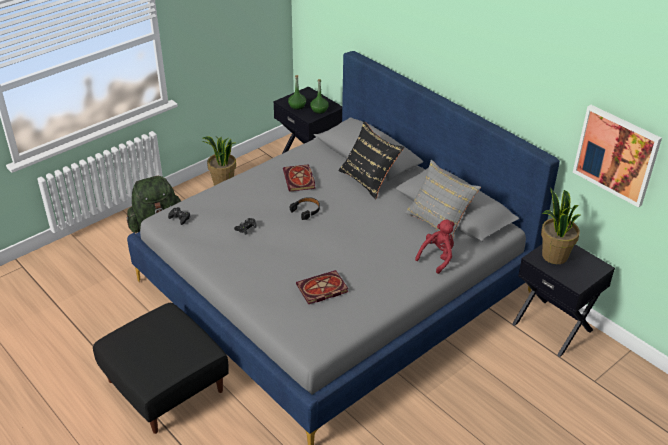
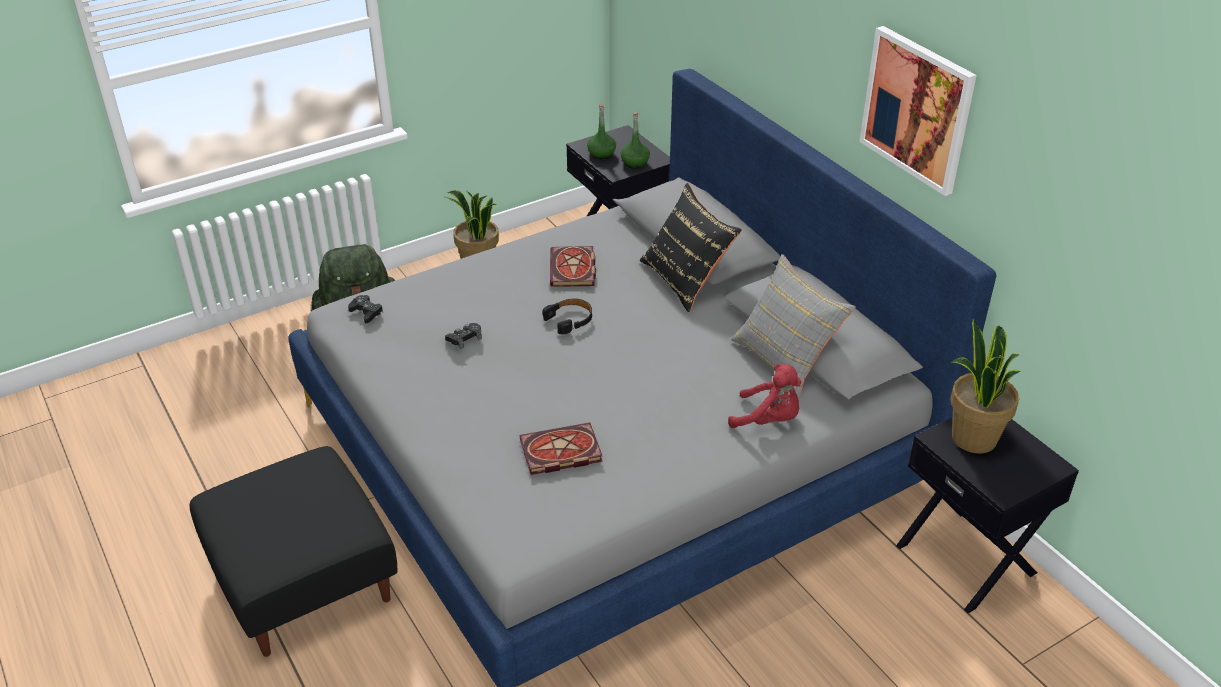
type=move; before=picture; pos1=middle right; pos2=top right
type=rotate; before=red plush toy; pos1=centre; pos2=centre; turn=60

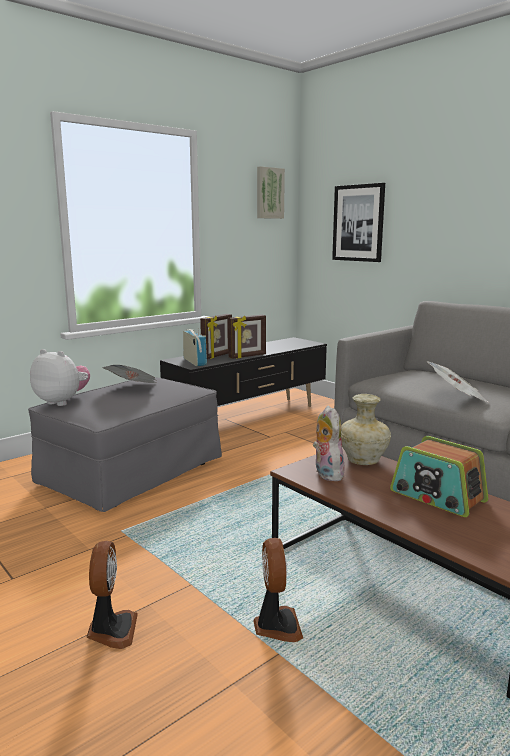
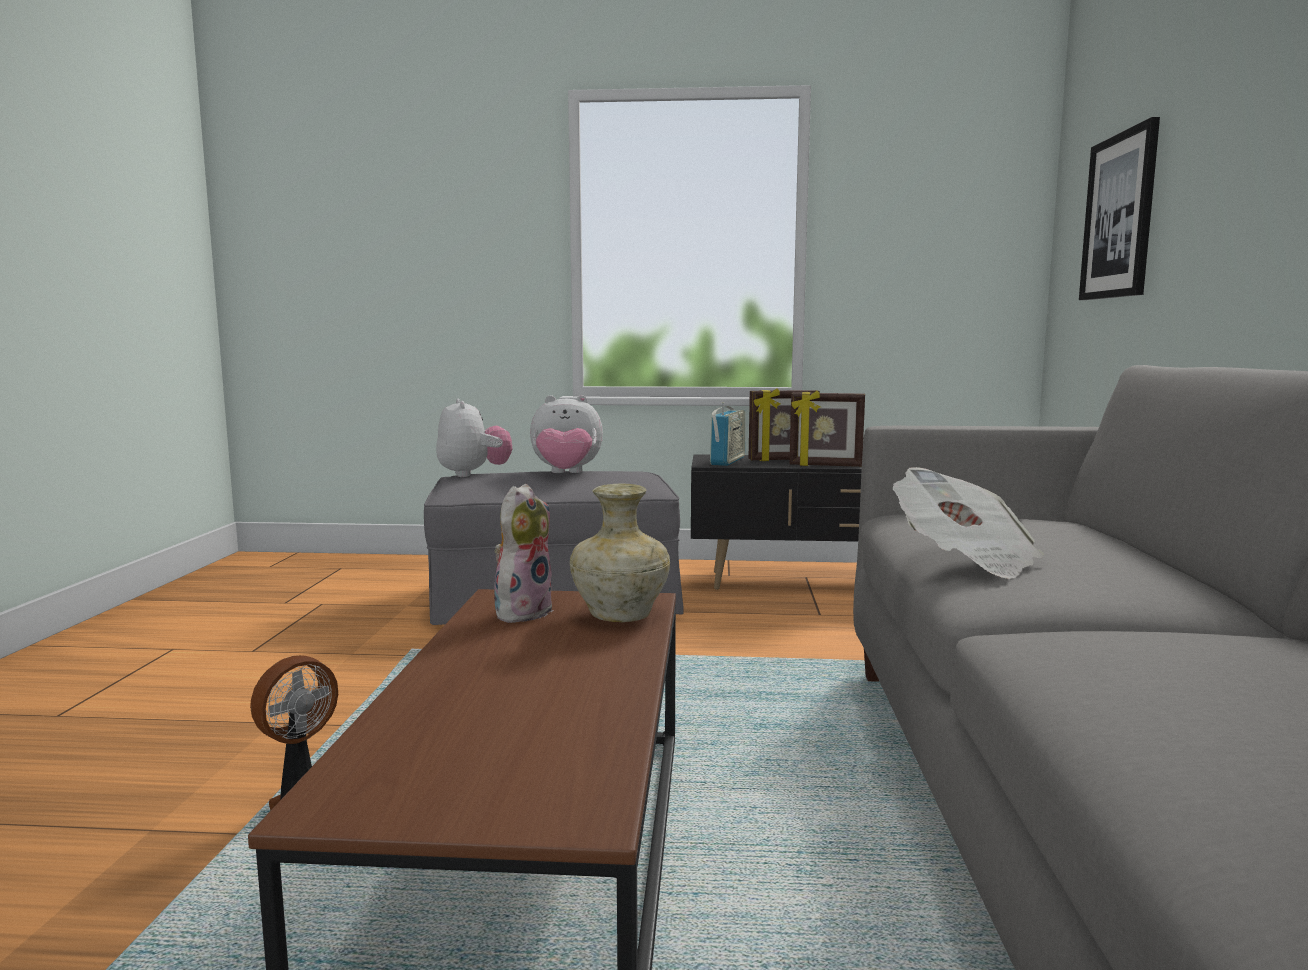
type=delete; before=fan (1st from left); pos1=bottom left
type=delete; before=picture (1st from left); pos1=top centre
type=delete; before=radio (2nd from left); pos1=middle right
type=replace; before=newspaper (1st from left); after=plush toy (3rd from left); pos1=middle left; pos2=centre

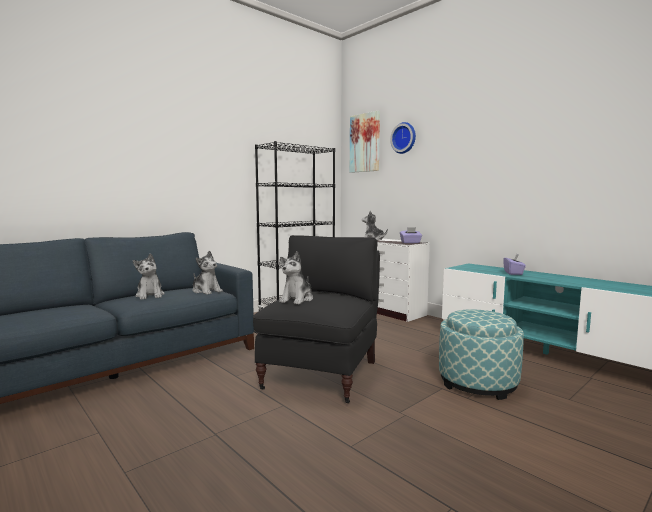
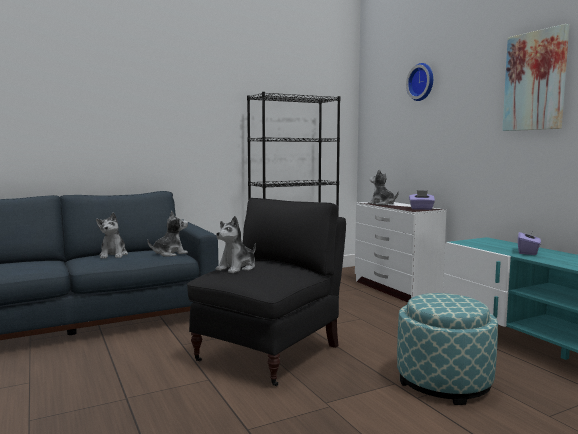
type=move; before=picture; pos1=top centre; pos2=top right
type=rotate; before=plush toy (2nd from left); pos1=middle left; pos2=middle left; turn=-90

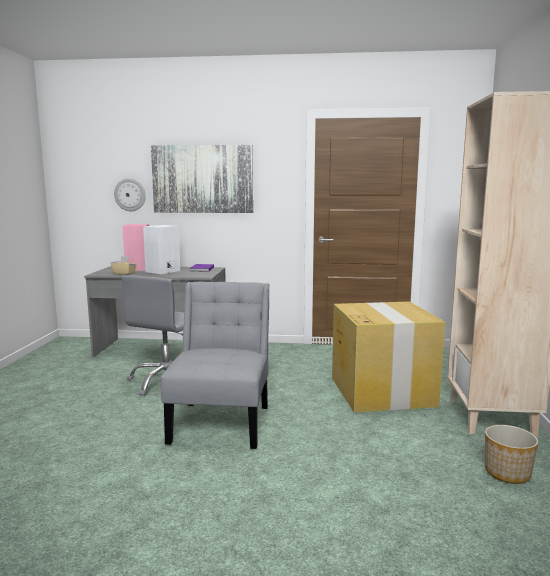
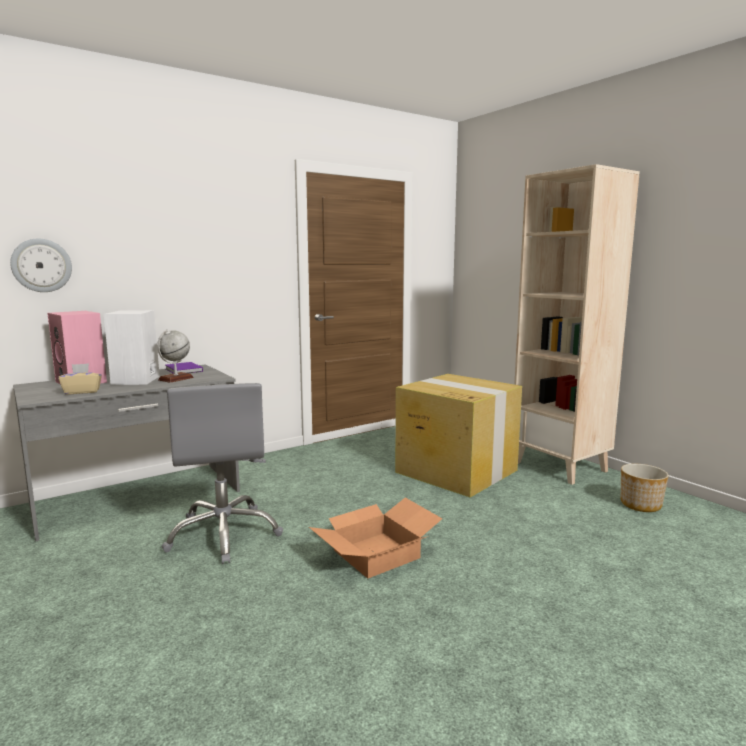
type=delete; before=picture; pos1=top centre
type=insert; after=globe; pos2=middle left
type=replace; before=grey chair; after=cardboard box (1st from left); pos1=centre; pos2=bottom centre

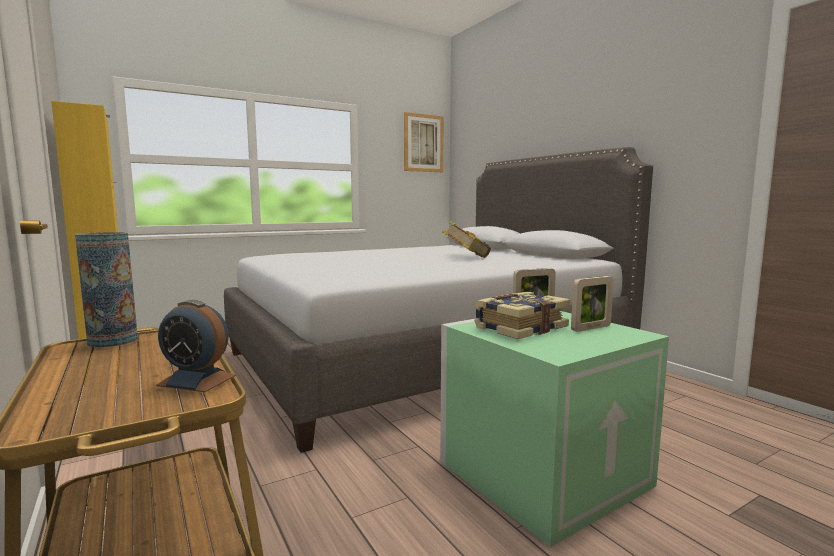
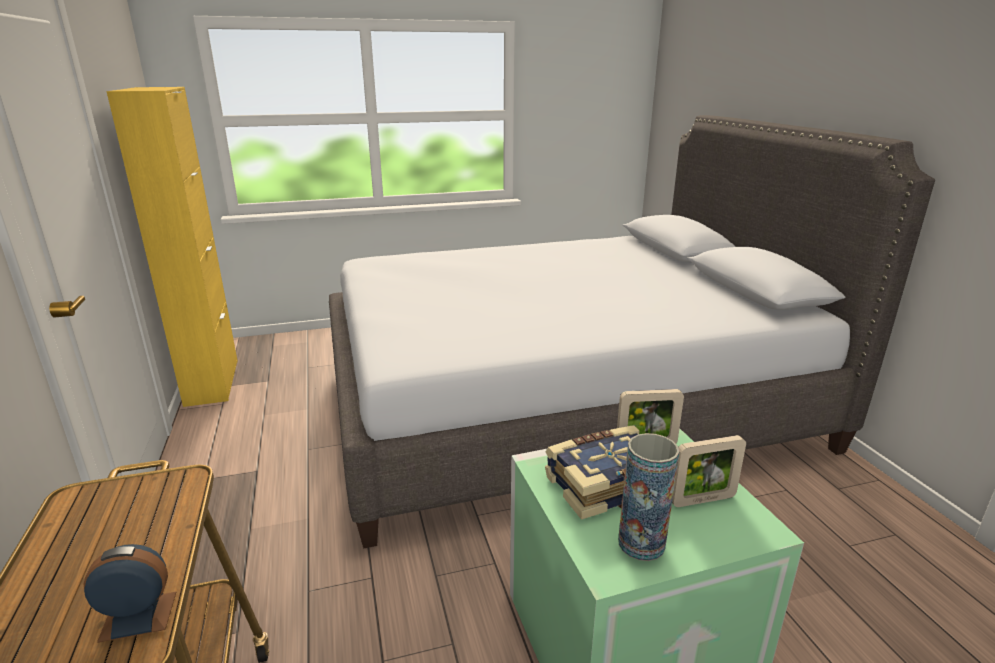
type=delete; before=picture; pos1=top centre
type=delete; before=book (1st from left); pos1=centre
type=move; before=vase; pos1=middle left; pos2=bottom centre
type=rotate; before=alarm clock; pos1=middle left; pos2=bottom left; turn=135

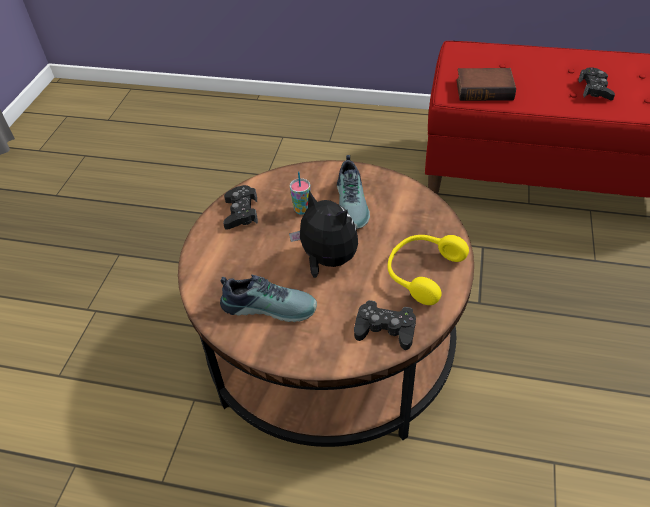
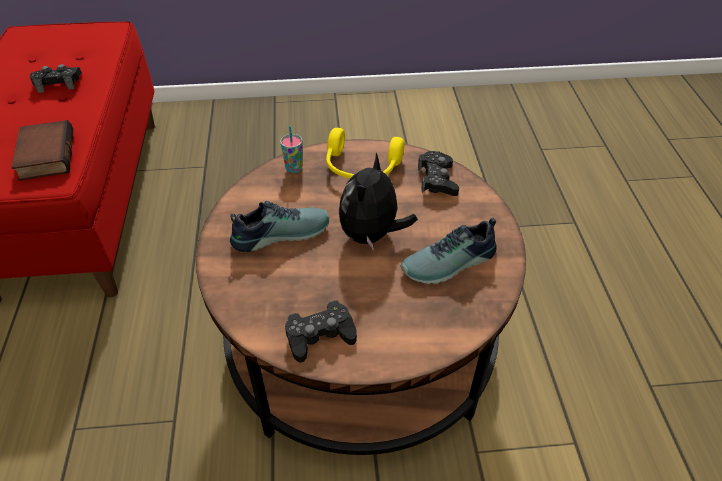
type=move; before=cup; pos1=centre; pos2=top centre
type=rotate; before=shoe (1st from left in the first image); pos1=centre; pos2=centre; turn=-105

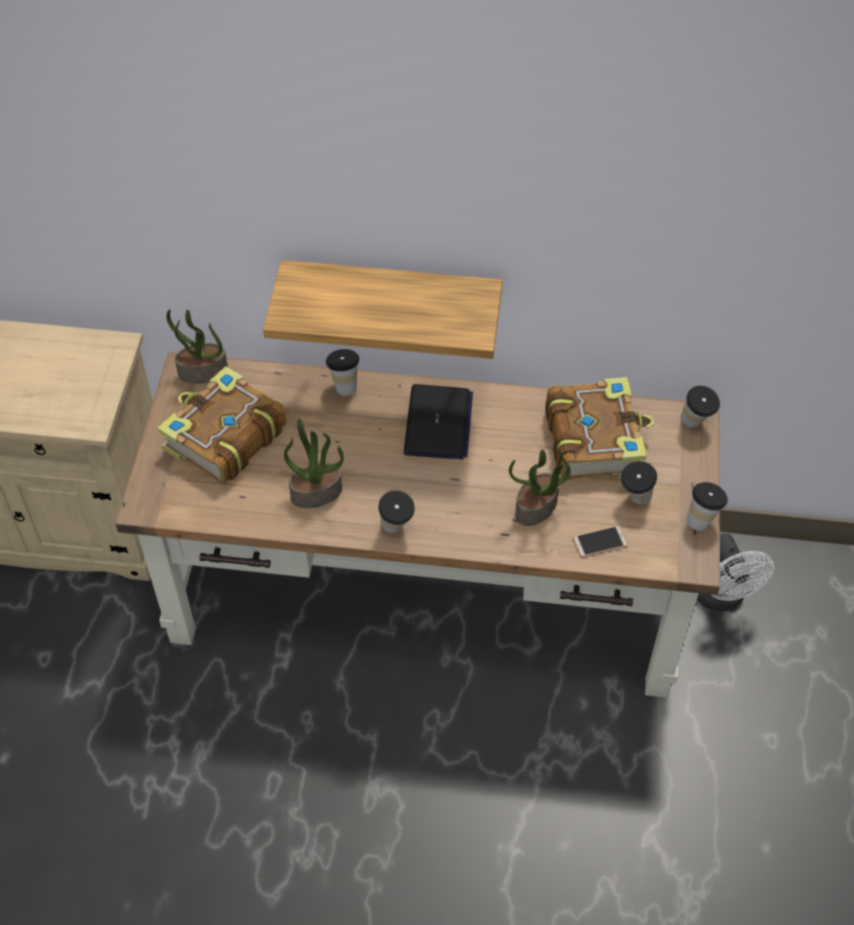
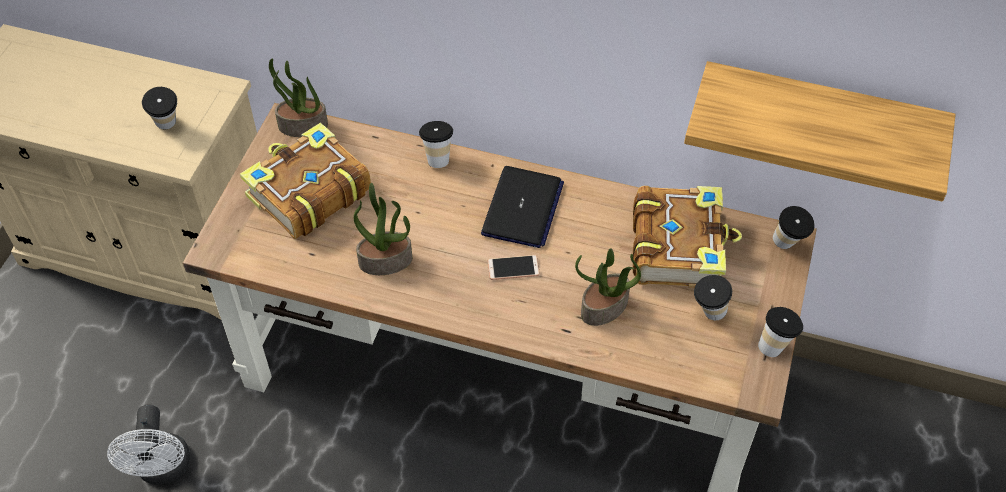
type=move; before=shelf; pos1=centre; pos2=top right
type=move; before=cup (2nd from left in the first image); after=cup (1st from left); pos1=centre; pos2=top left
type=move; before=phone; pos1=middle right; pos2=centre
type=move; before=white fan; pos1=middle right; pos2=bottom left

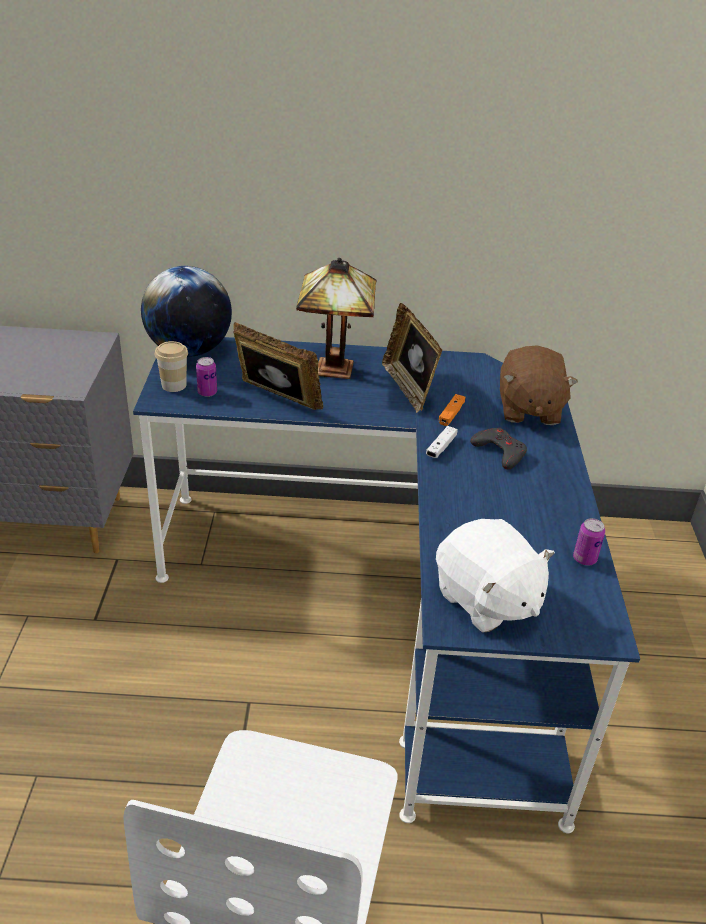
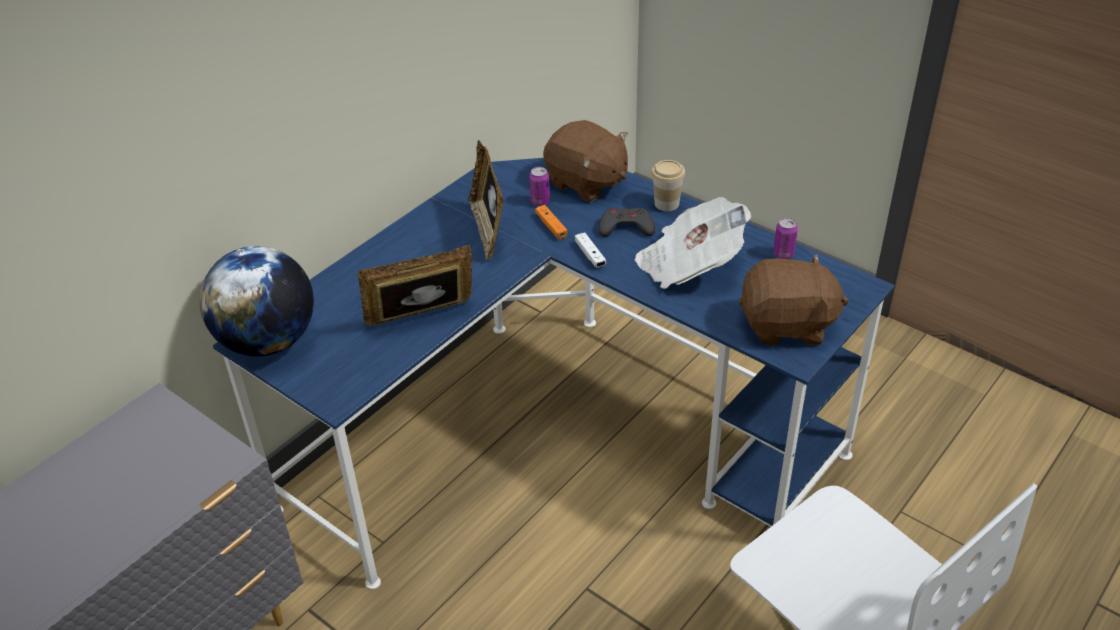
type=delete; before=table lamp; pos1=centre
type=insert; after=newspaper; pos2=centre
type=move; before=cup; pos1=middle left; pos2=top centre
type=move; before=can (1st from left); pos1=middle left; pos2=top centre
type=recolor; before=white plush toy; after=brown plush toy (2nd from left); pos1=middle right; pos2=middle right
type=rotate; before=picture frame (2nd from left); pos1=centre; pos2=top centre; turn=60

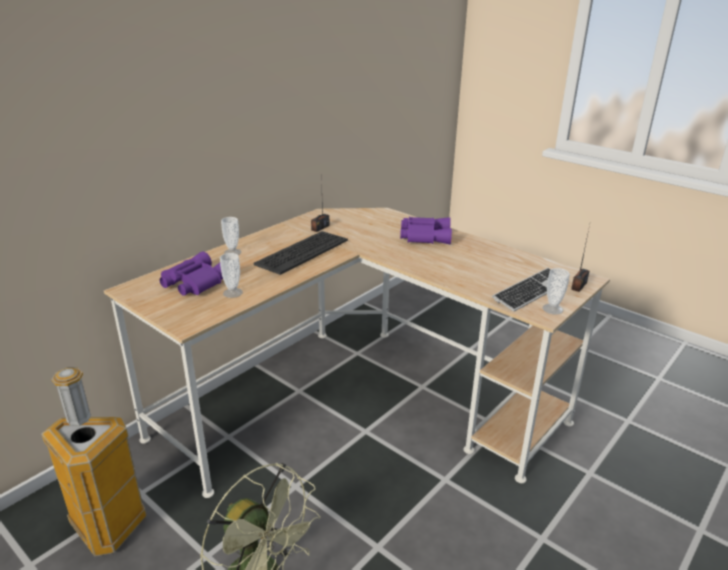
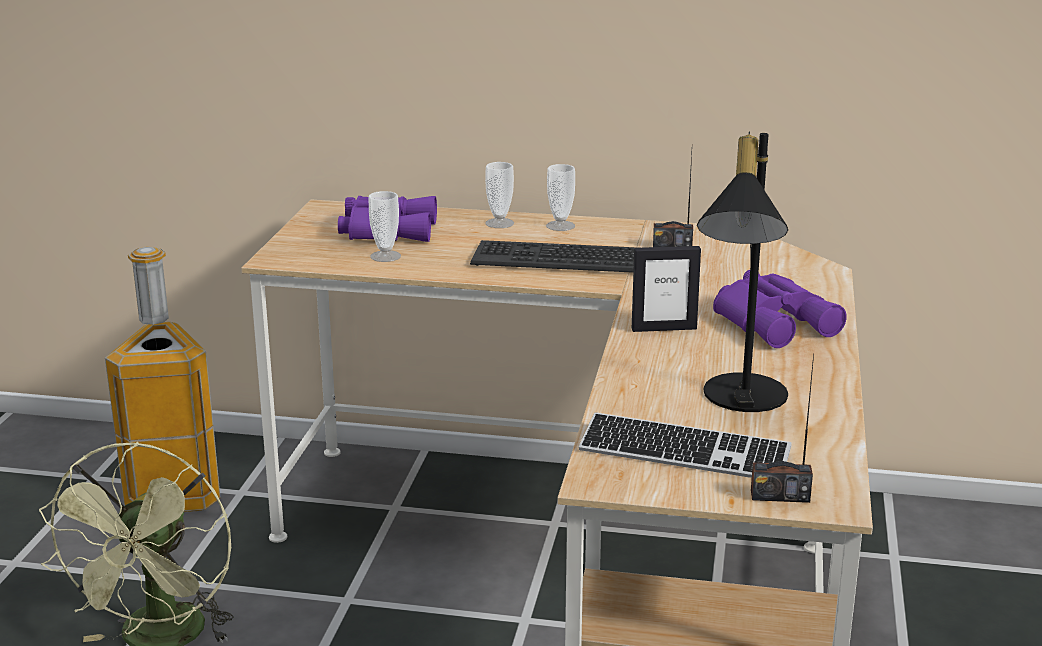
type=insert; after=picture frame; pos2=centre
type=insert; after=black table lamp; pos2=middle right
type=move; before=cup (3rd from left); pos1=middle right; pos2=top centre

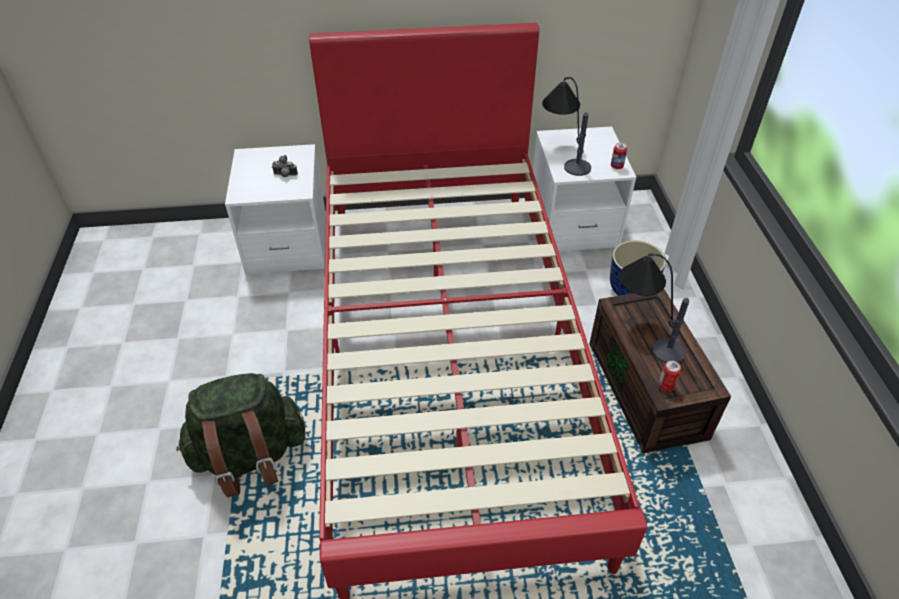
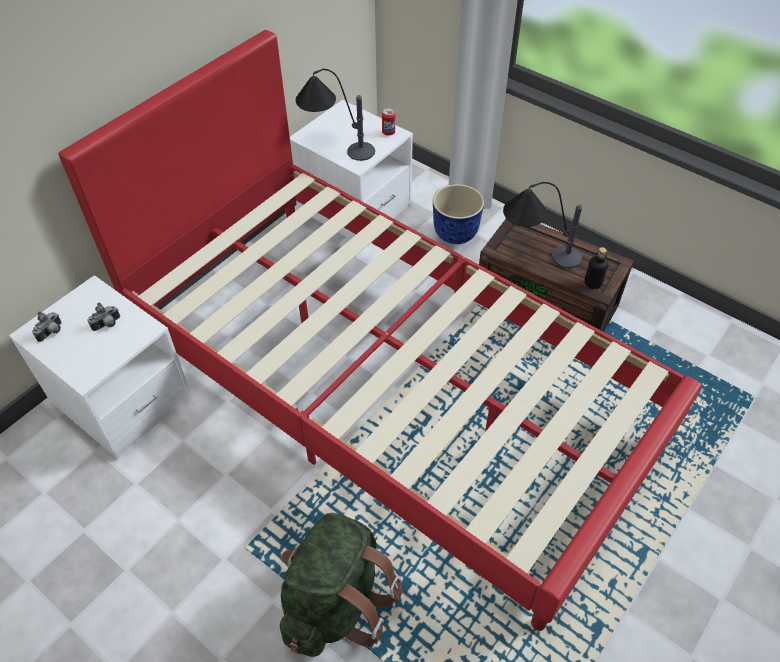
type=insert; after=photo camera (1st from left); pos2=middle left
type=replace; before=can (2nd from left); after=bottle; pos1=middle right; pos2=middle right

